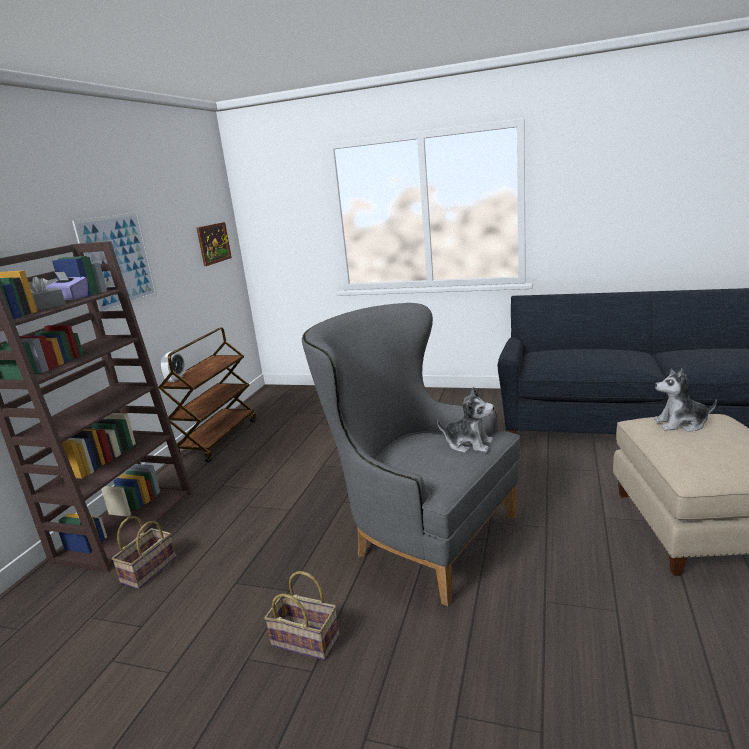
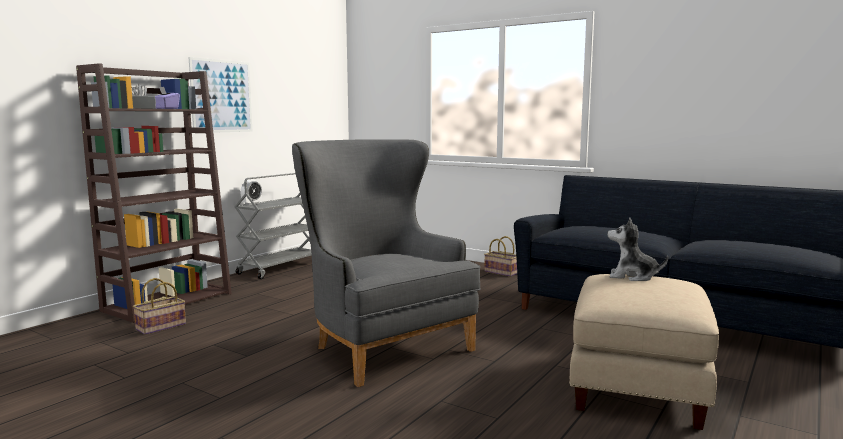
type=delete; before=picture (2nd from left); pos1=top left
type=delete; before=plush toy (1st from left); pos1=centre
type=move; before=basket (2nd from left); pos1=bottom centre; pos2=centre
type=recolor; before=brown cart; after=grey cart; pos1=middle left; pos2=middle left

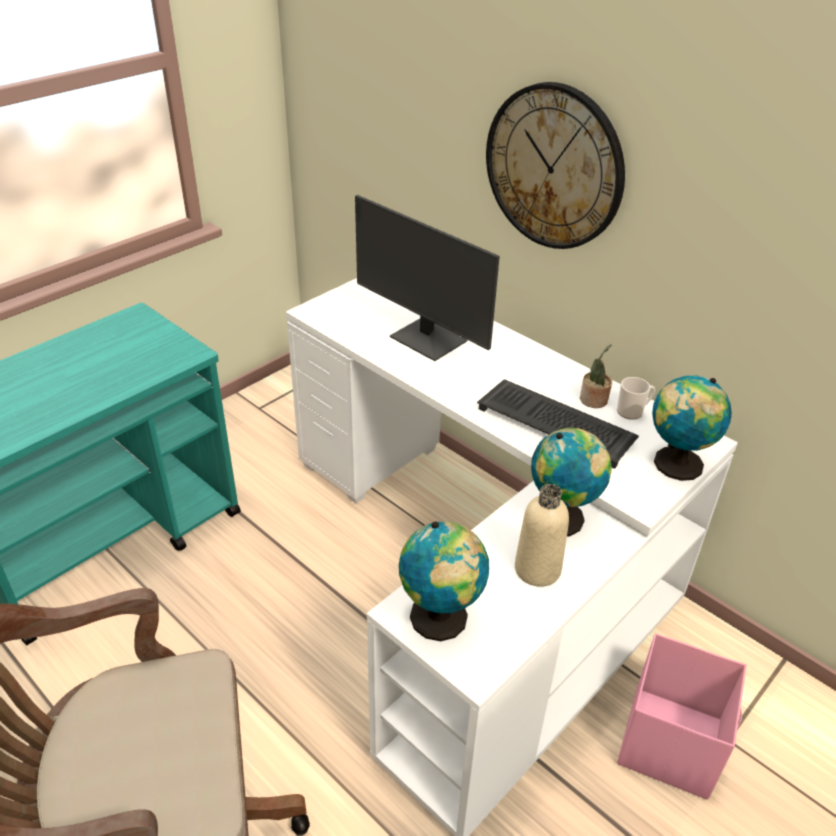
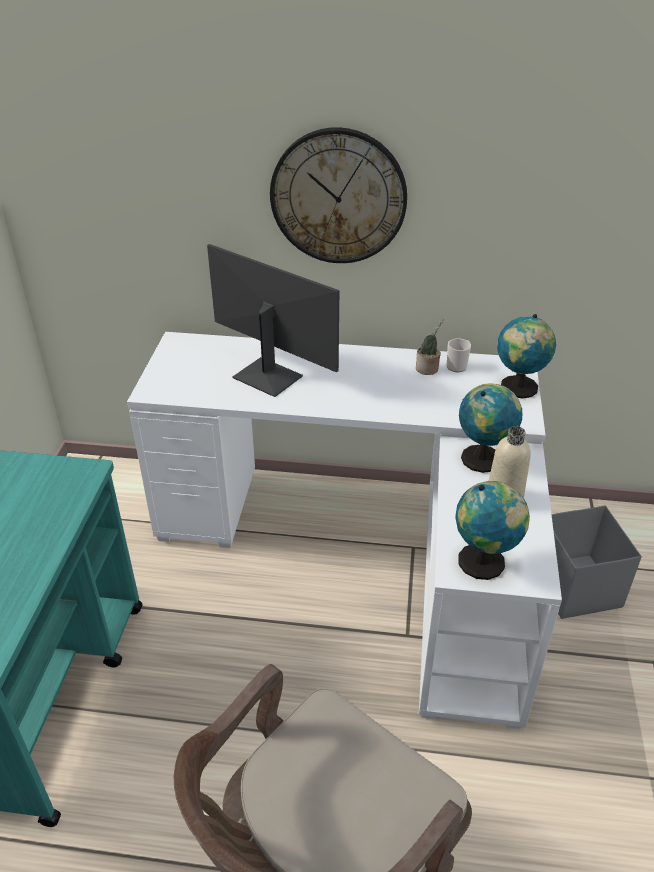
type=delete; before=keyboard; pos1=middle right
type=recolor; before=pink storage box; after=grey storage box; pos1=bottom right; pos2=middle right
type=rotate; before=monitor; pos1=top centre; pos2=centre; turn=-150

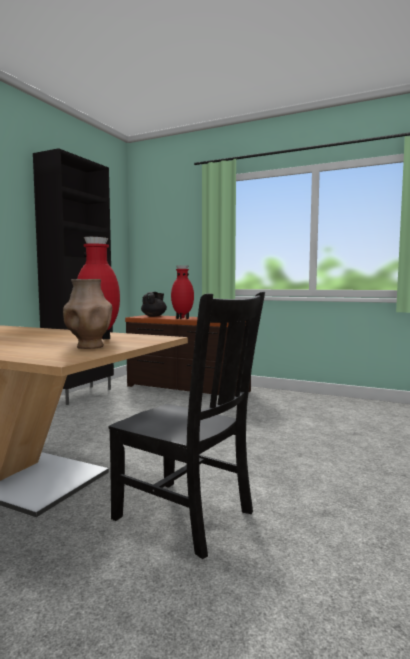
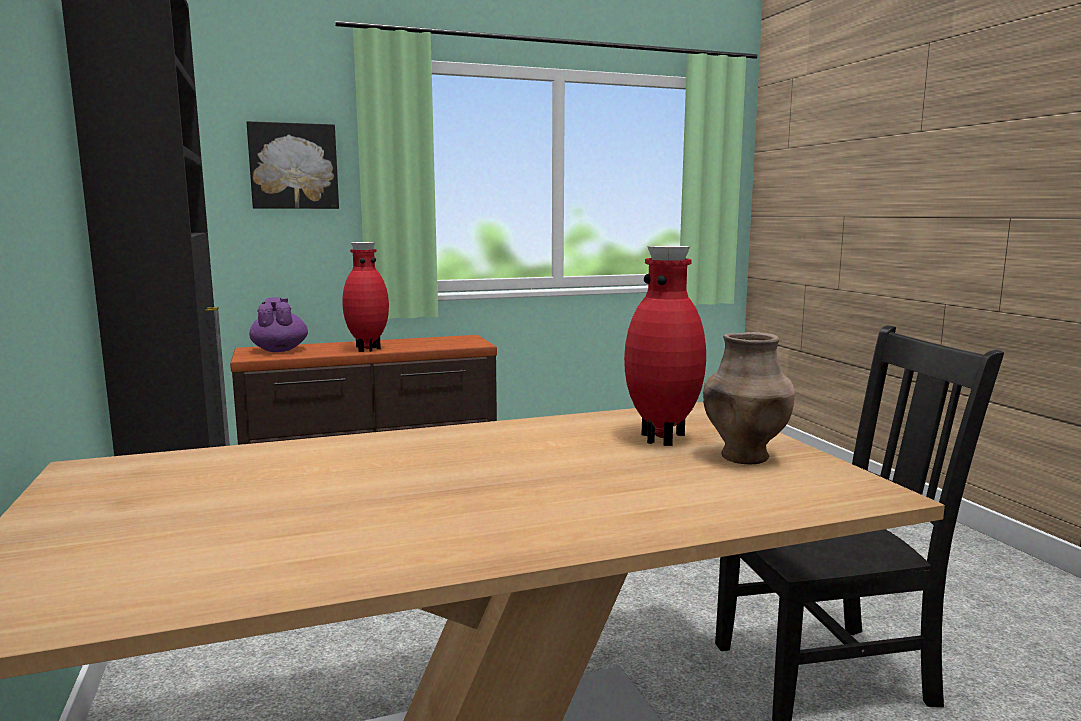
type=insert; after=picture; pos2=top left
type=recolor; before=black teapot; after=purple teapot; pos1=centre; pos2=middle left

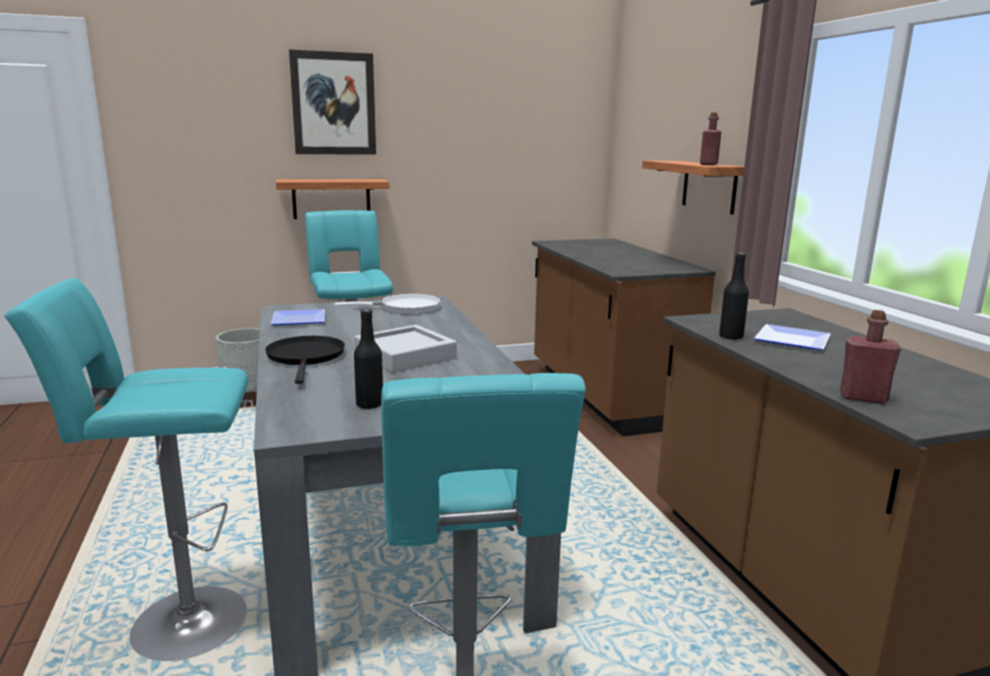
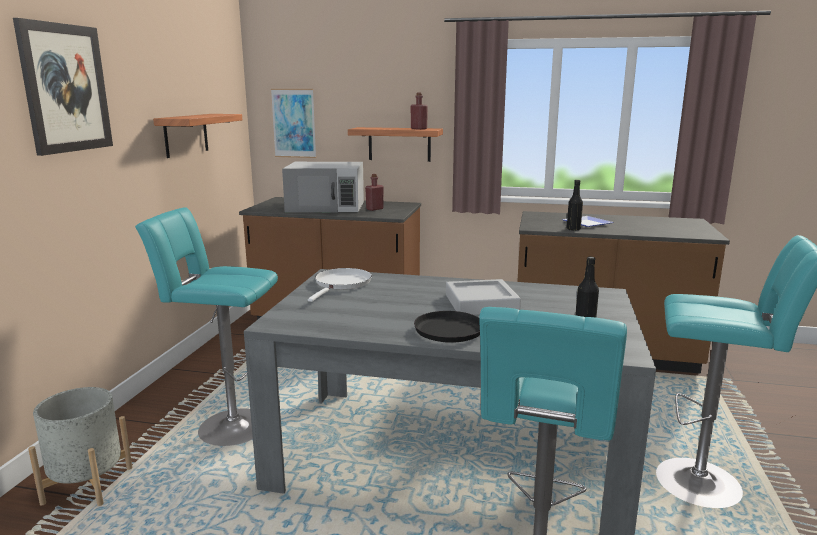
type=delete; before=plate (1st from left); pos1=middle left
type=insert; after=picture (2nd from left); pos2=top centre
type=insert; after=white microwave; pos2=centre
type=move; before=shelf (1st from left); pos1=top centre; pos2=top left
type=move; before=red bottle (2nd from left in the first image); after=red bottle (1st from left); pos1=middle right; pos2=centre

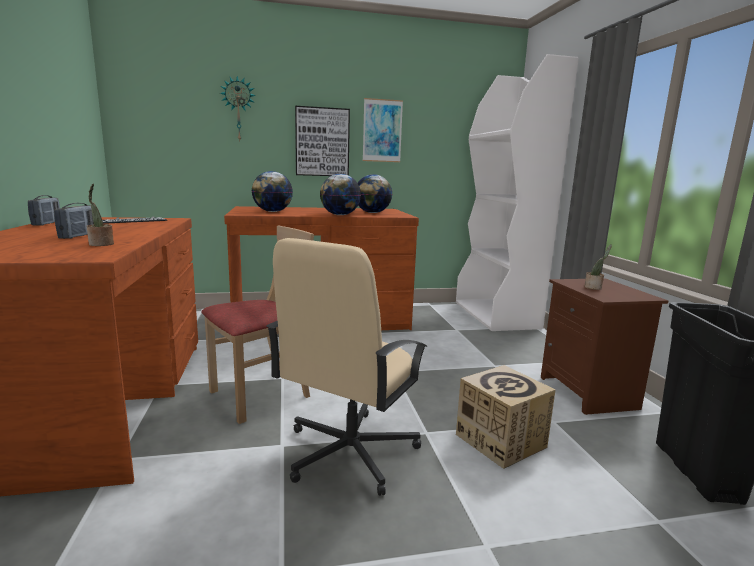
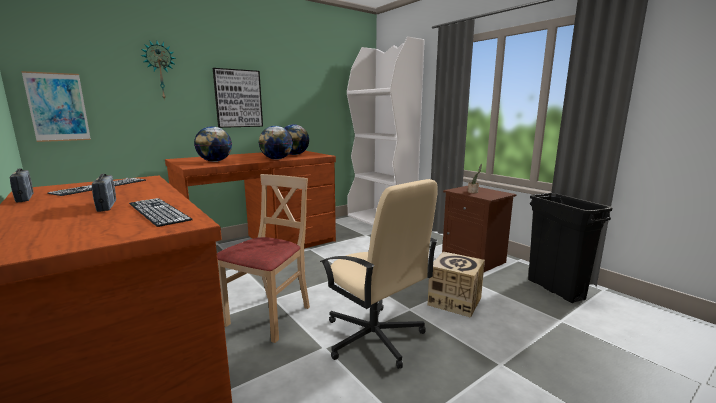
type=move; before=picture (2nd from left in the first image); after=picture (1st from left); pos1=top centre; pos2=top left
type=replace; before=potted plant (1st from left); after=keyboard (2nd from left); pos1=middle left; pos2=middle left
type=rotate; before=beige office chair; pos1=centre; pos2=bottom centre; turn=-45

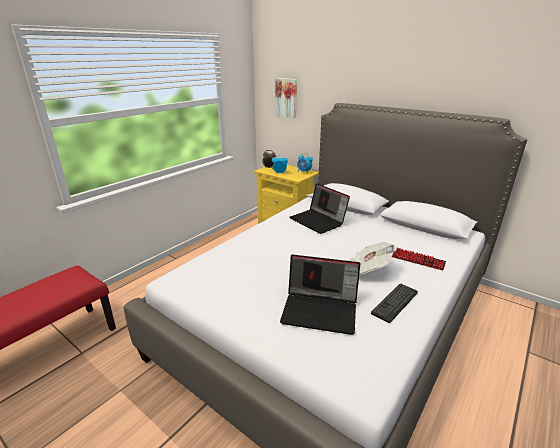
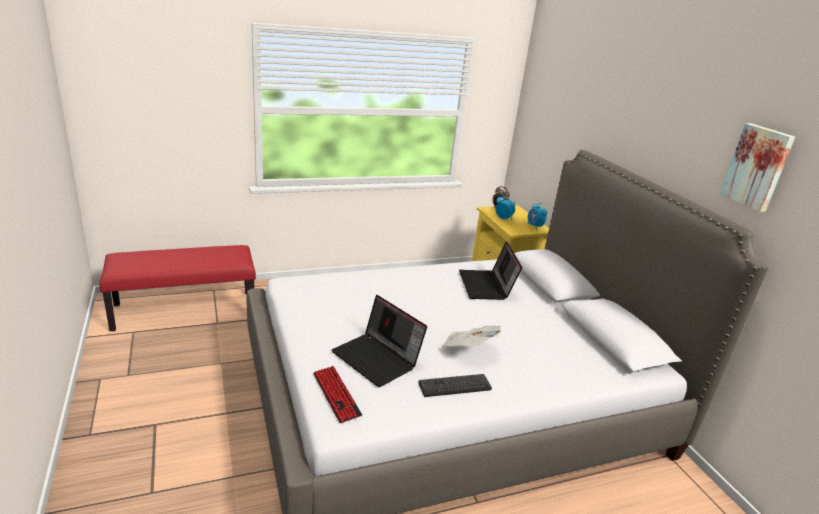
type=move; before=picture; pos1=top centre; pos2=top right
type=move; before=keyboard (2nd from left in the first image); after=keyboard (1st from left); pos1=middle right; pos2=bottom centre

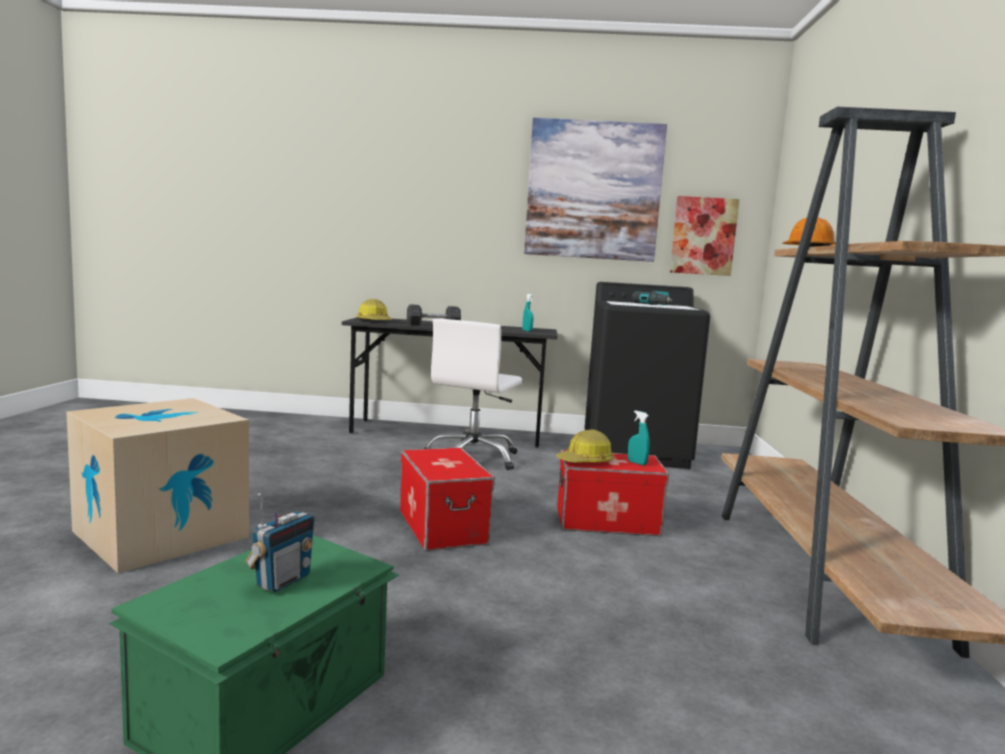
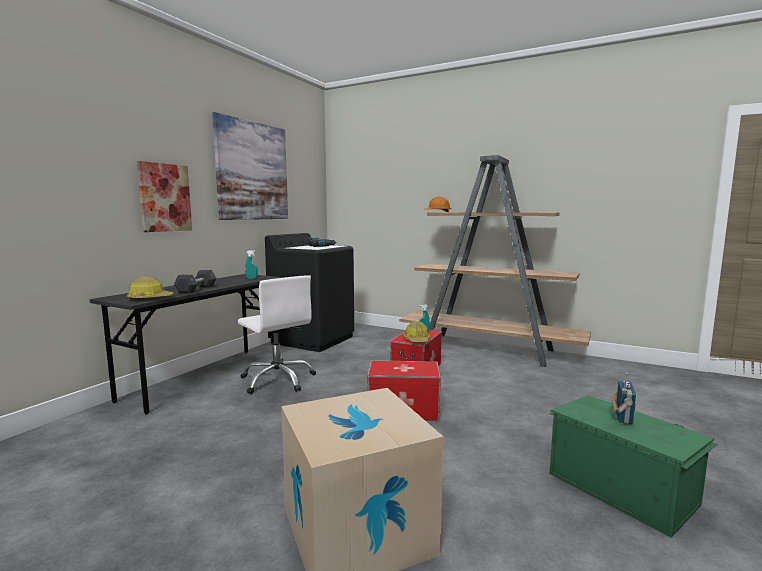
type=move; before=picture (2nd from left in the first image); after=picture (1st from left); pos1=top right; pos2=middle left
type=rotate; before=radio; pos1=bottom left; pos2=bottom right; turn=60

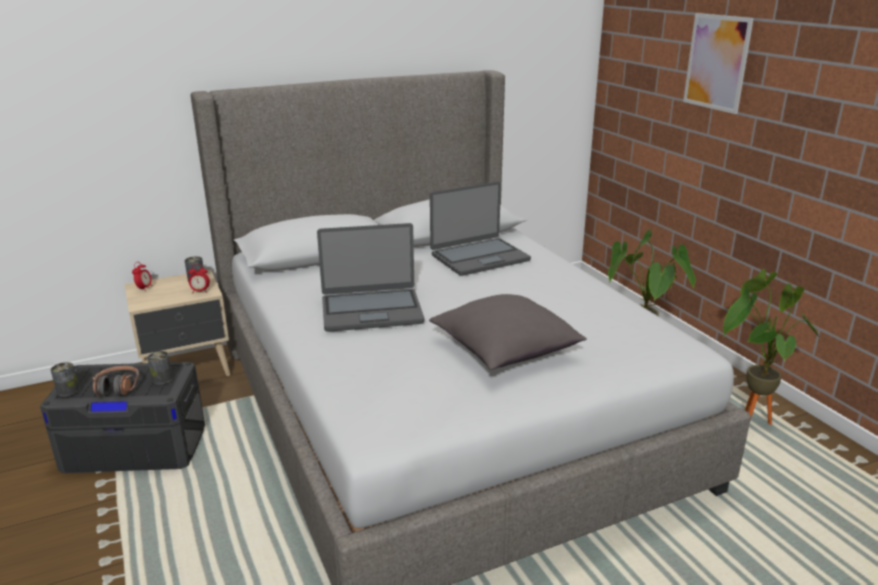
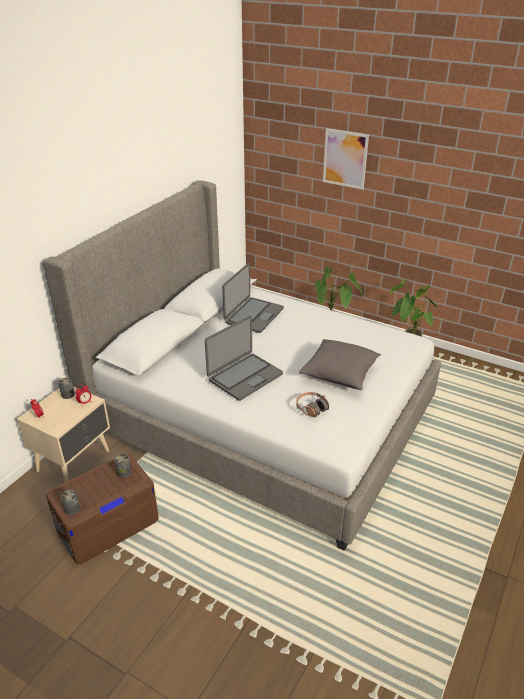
type=move; before=headphones; pos1=middle left; pos2=centre
type=recolor; before=grey storage box; after=brown storage box; pos1=bottom left; pos2=bottom left

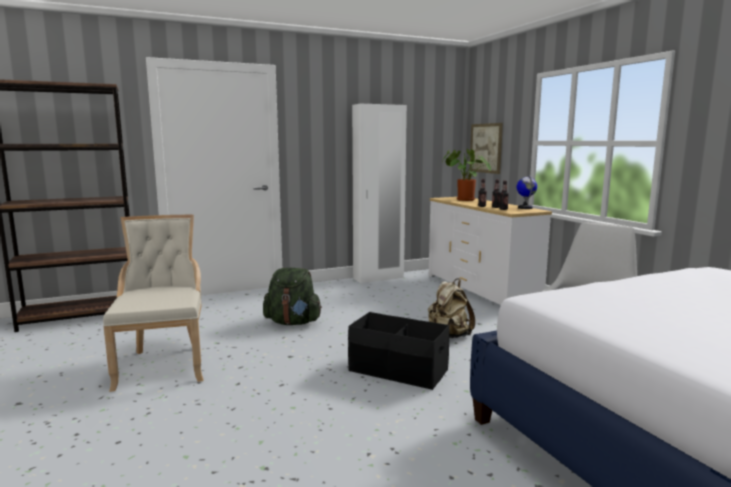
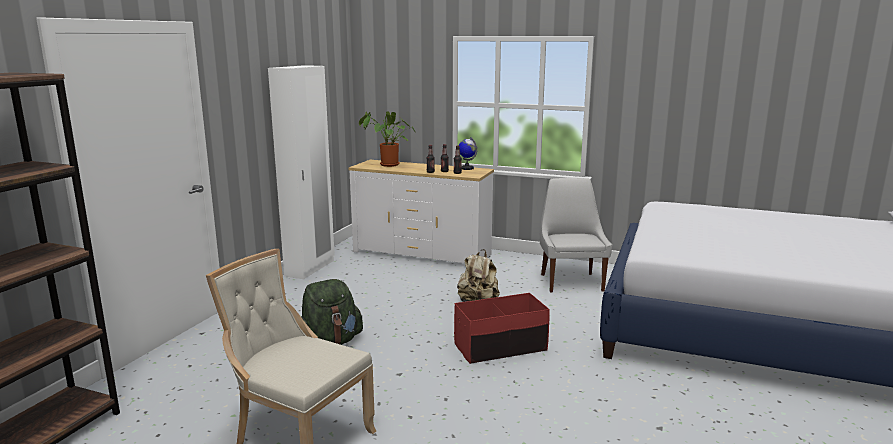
type=delete; before=picture; pos1=top centre
type=recolor; before=black storage box; after=red storage box; pos1=bottom centre; pos2=bottom centre

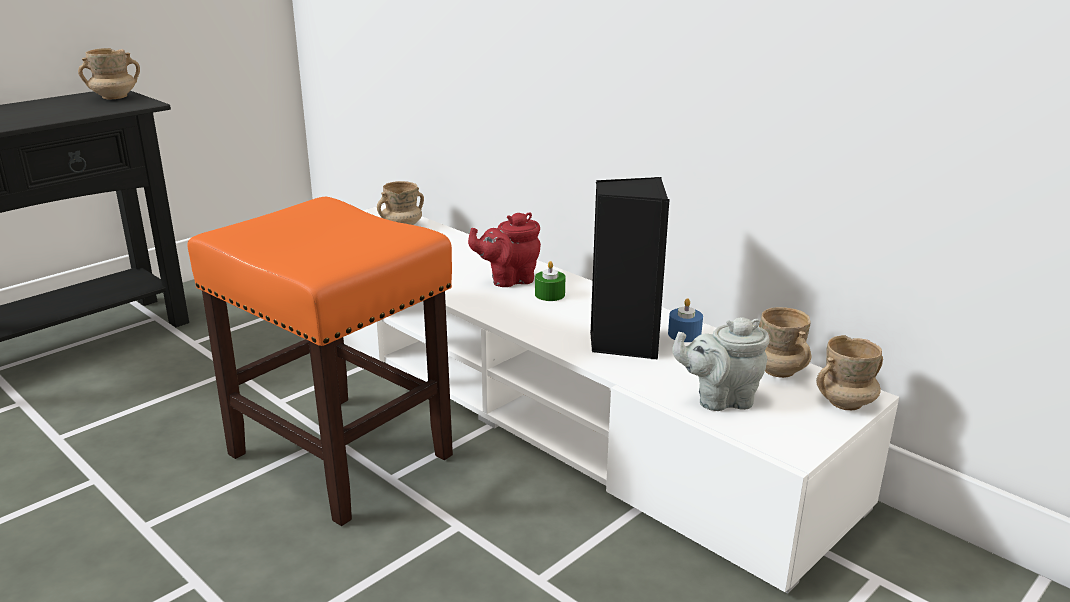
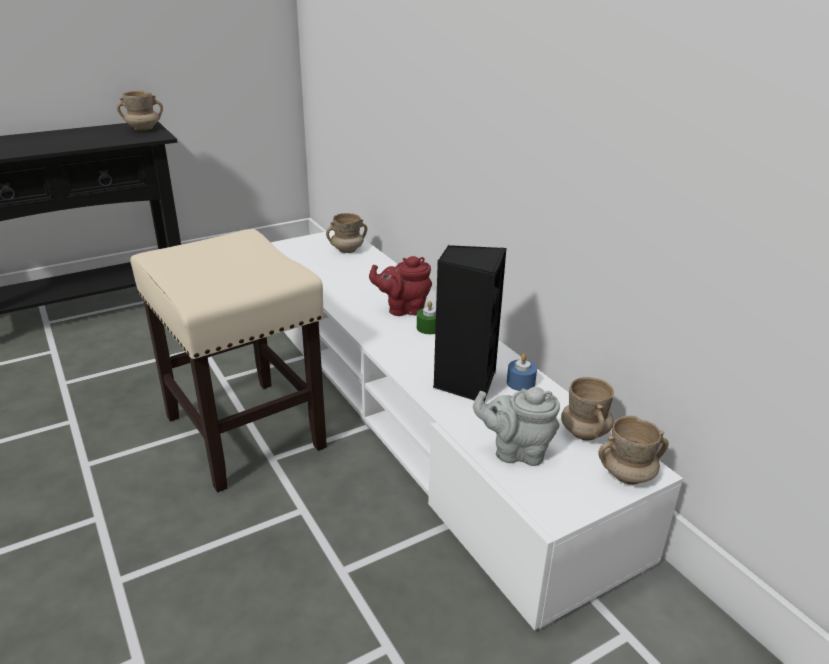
type=recolor; before=orange stool; after=beige stool; pos1=middle left; pos2=middle left

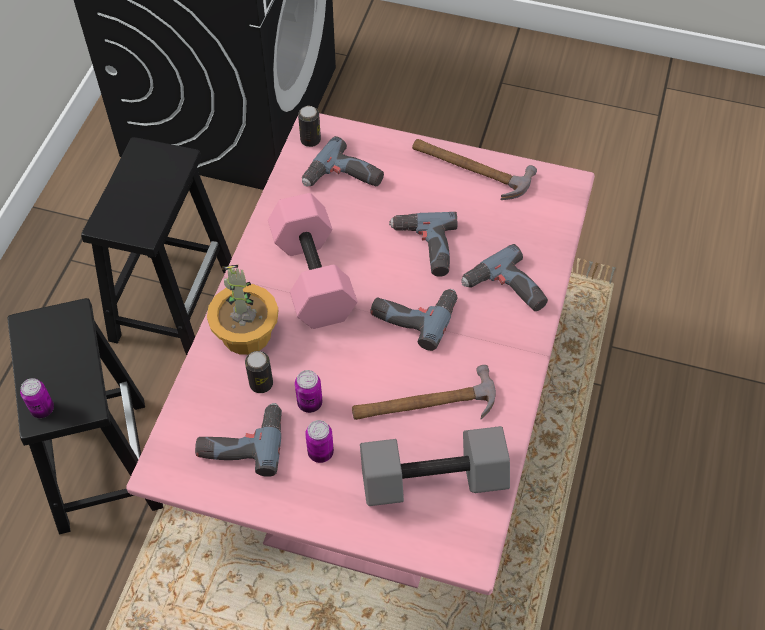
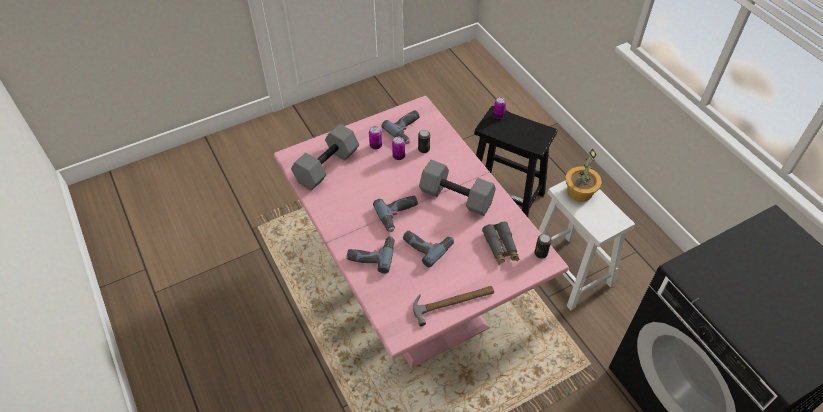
type=delete; before=hammer (1st from left); pos1=centre
type=move; before=potted plant; pos1=middle left; pos2=middle right
type=replace; before=power drill (2nd from left); after=grey binoculars; pos1=top centre; pos2=centre
type=recolor; before=black stool (2nd from left); after=white stool; pos1=middle left; pos2=middle right
type=recolor; before=pink dumbbell; after=grey dumbbell (2nd from left); pos1=centre; pos2=centre

